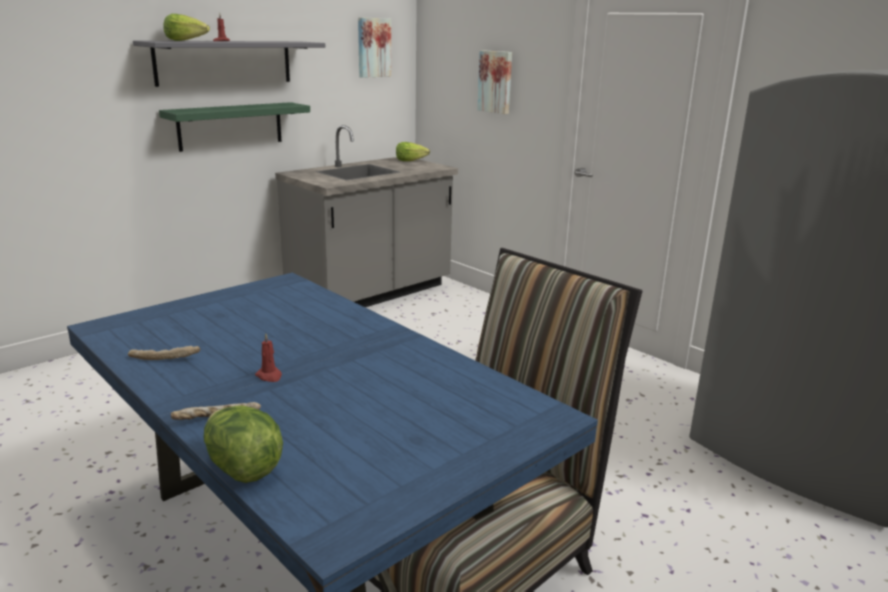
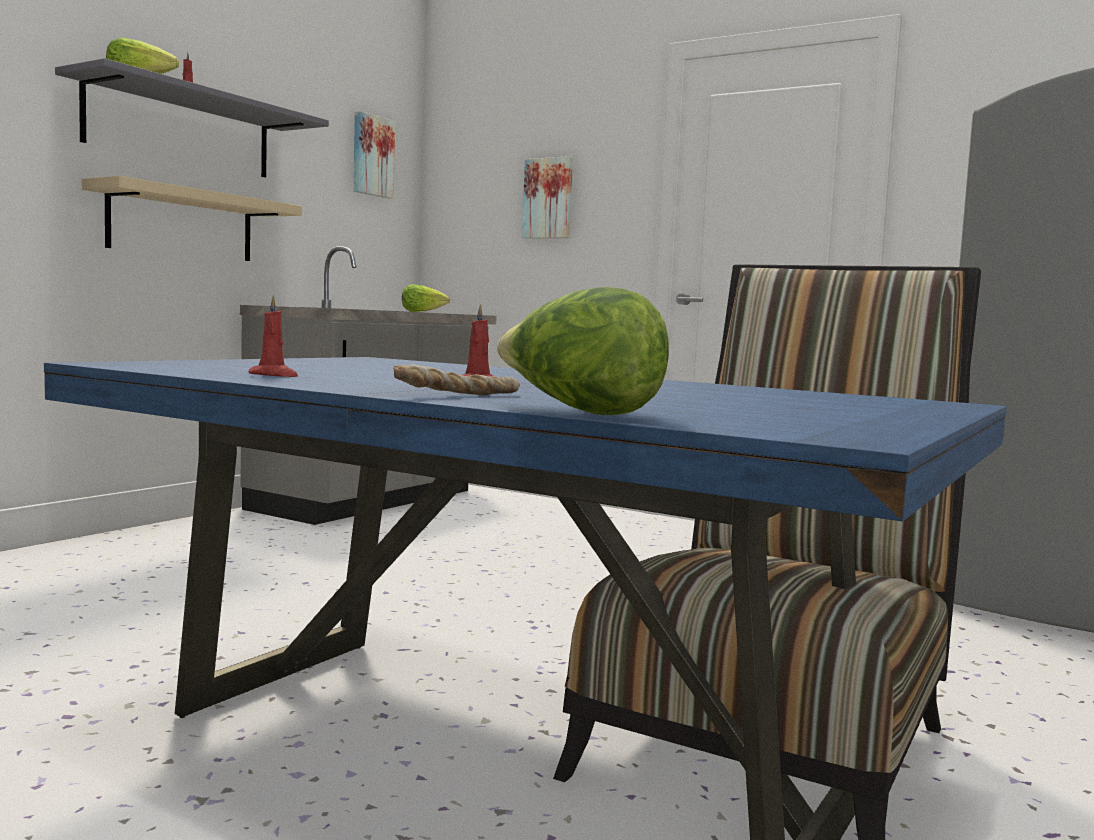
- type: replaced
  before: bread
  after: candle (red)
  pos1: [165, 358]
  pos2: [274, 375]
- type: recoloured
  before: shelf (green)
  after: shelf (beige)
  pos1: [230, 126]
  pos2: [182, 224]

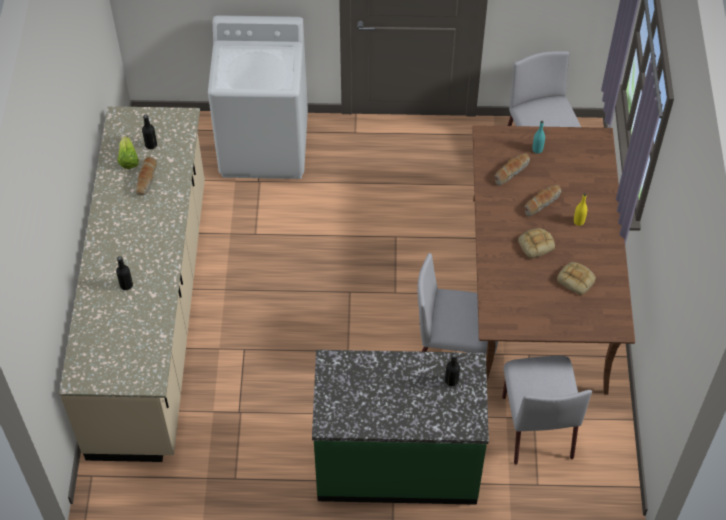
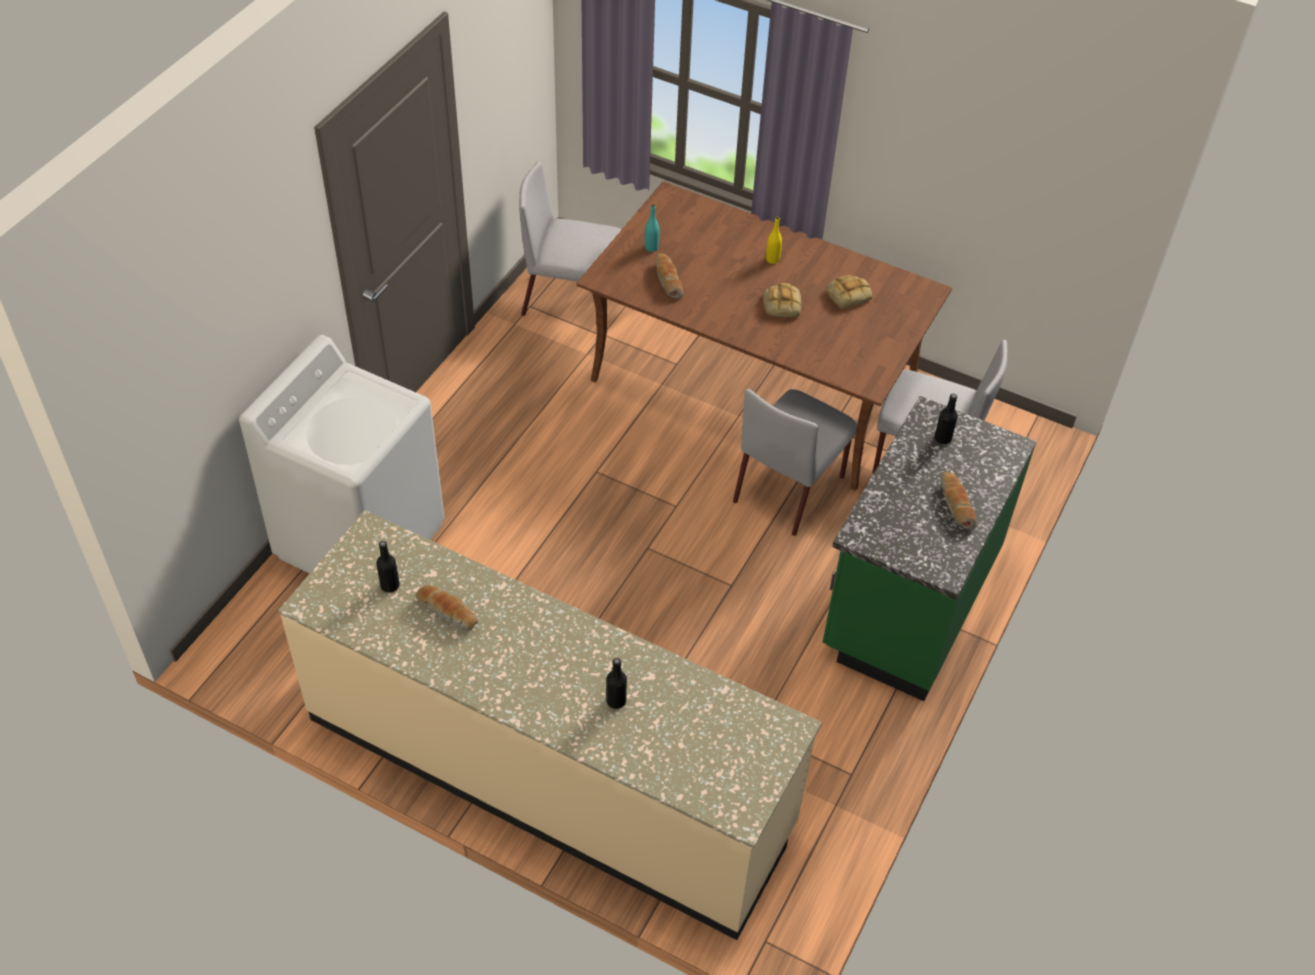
- type: removed
  before: lettuce
  pos1: [128, 159]
- type: moved
  before: bread
  pos1: [541, 203]
  pos2: [955, 505]

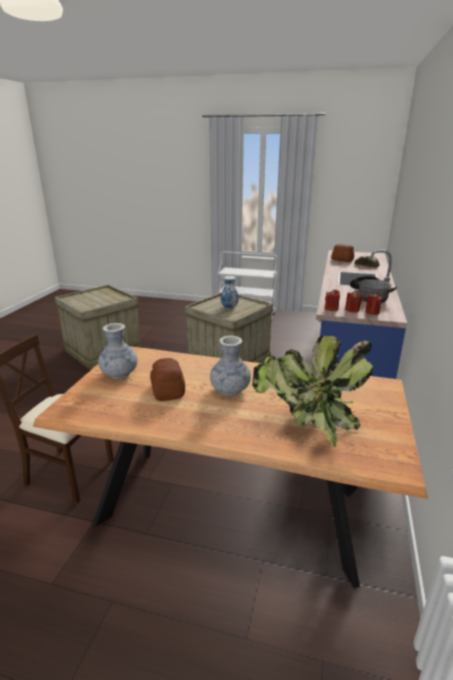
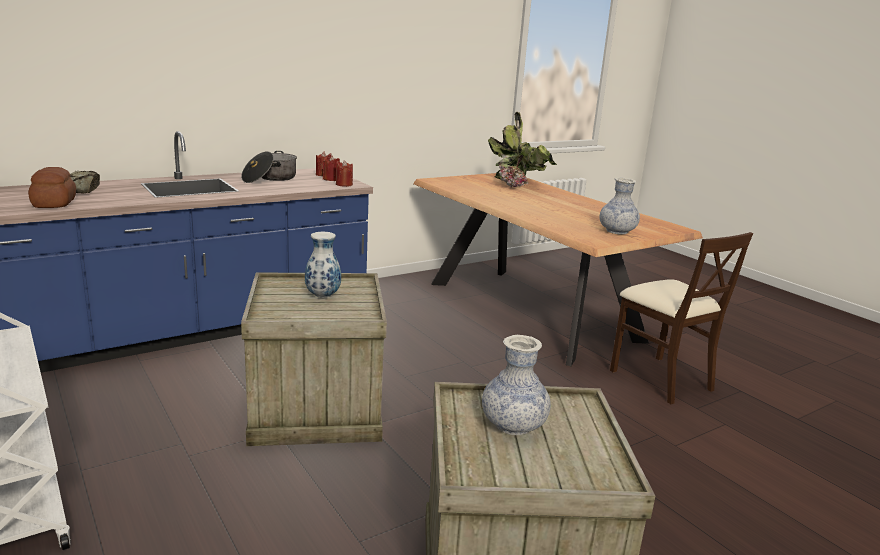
- type: removed
  before: bread
  pos1: [167, 391]
- type: moved
  before: vase
  pos1: [230, 389]
  pos2: [513, 425]

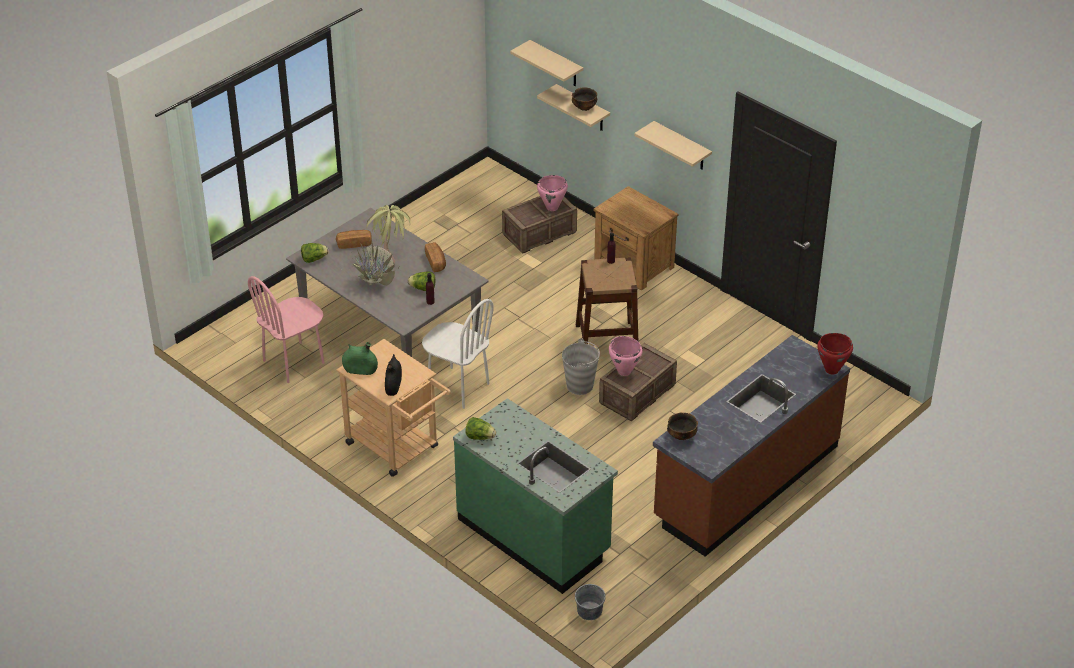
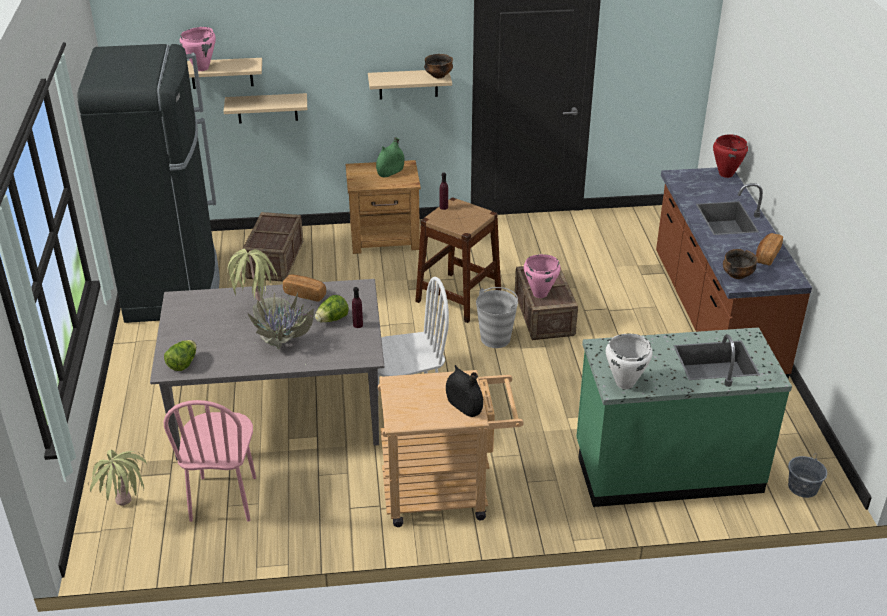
- type: added
  after: fridge (black)
  pos2: [173, 288]
- type: added
  after: potted plant
  pos2: [126, 514]
- type: moved
  before: bread
  pos1: [354, 244]
  pos2: [766, 255]
- type: moved
  before: vase (green)
  pos1: [360, 370]
  pos2: [390, 172]
- type: moved
  before: cooking pot (pink)
  pos1: [552, 207]
  pos2: [202, 68]
- type: moved
  before: bowl
  pos1: [584, 107]
  pos2: [438, 76]
- type: replaced
  before: lettuce
  after: cooking pot (white)
  pos1: [480, 437]
  pos2: [624, 383]

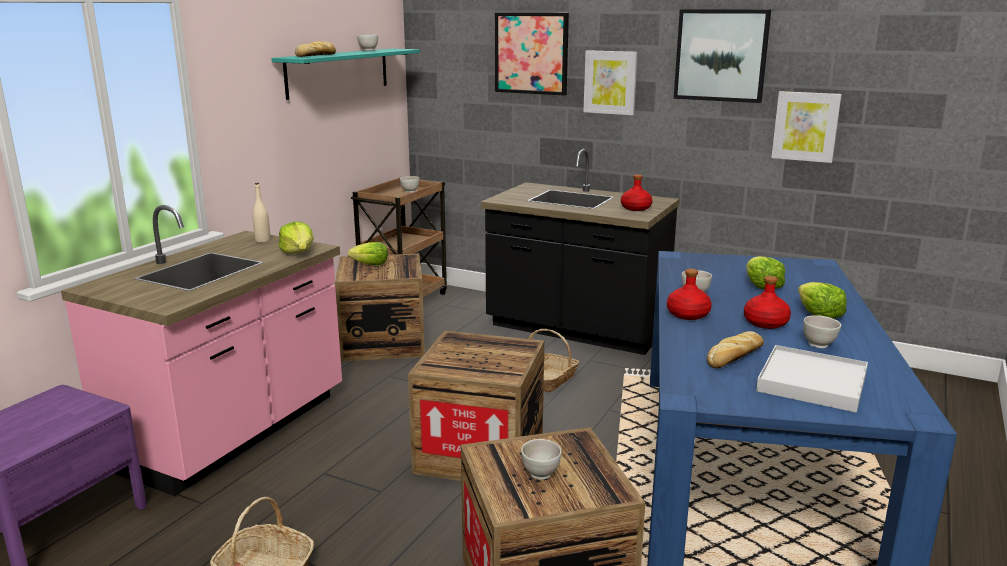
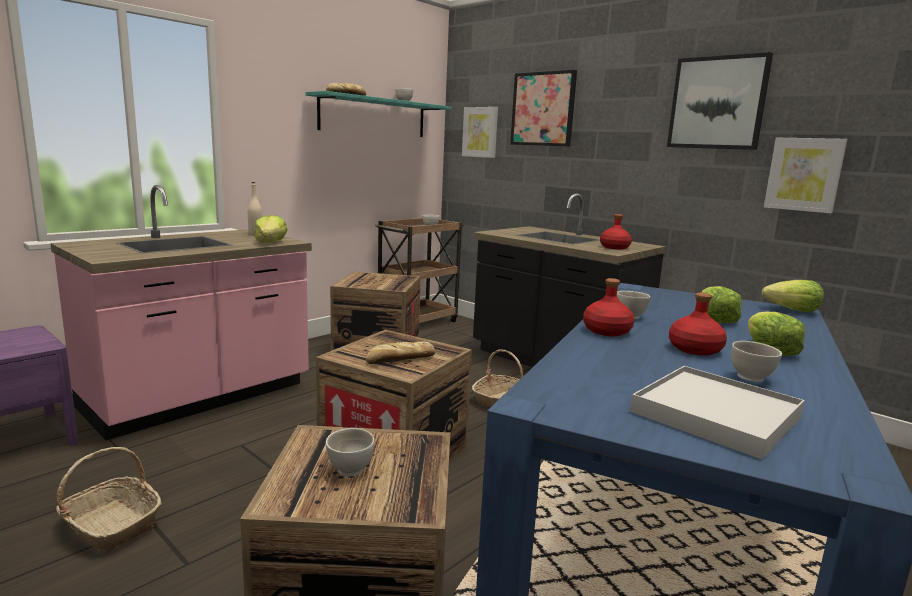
- type: moved
  before: lettuce
  pos1: [370, 264]
  pos2: [792, 310]
- type: moved
  before: picture
  pos1: [610, 82]
  pos2: [480, 132]
- type: moved
  before: bread
  pos1: [734, 357]
  pos2: [400, 359]

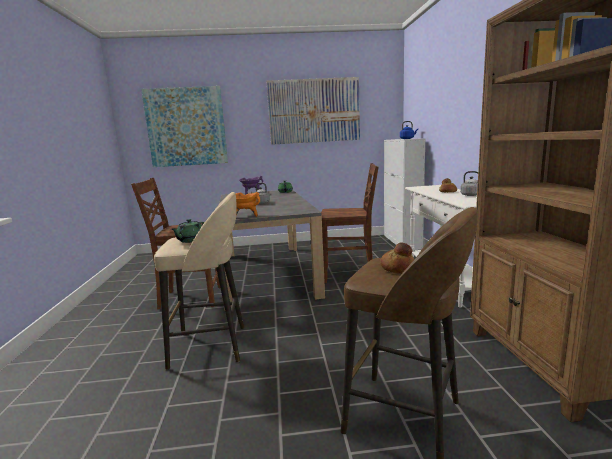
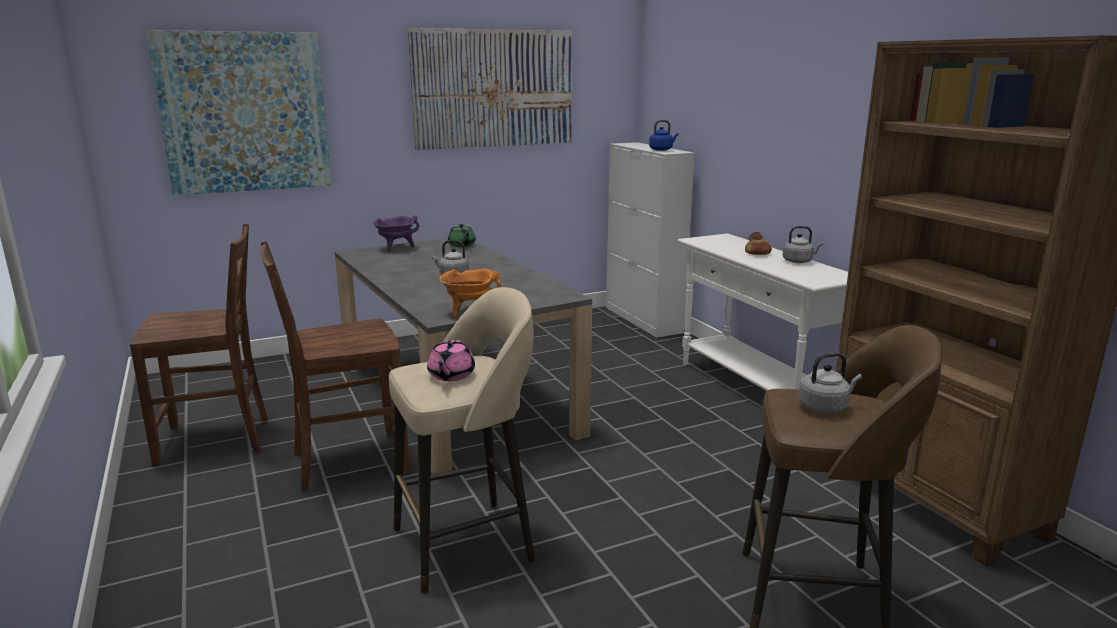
- type: moved
  before: chair (brown)
  pos1: [350, 274]
  pos2: [217, 440]
- type: replaced
  before: bread
  after: kettle (grey)
  pos1: [398, 268]
  pos2: [825, 407]
- type: recoloured
  before: teapot (green)
  after: teapot (pink)
  pos1: [190, 240]
  pos2: [451, 375]

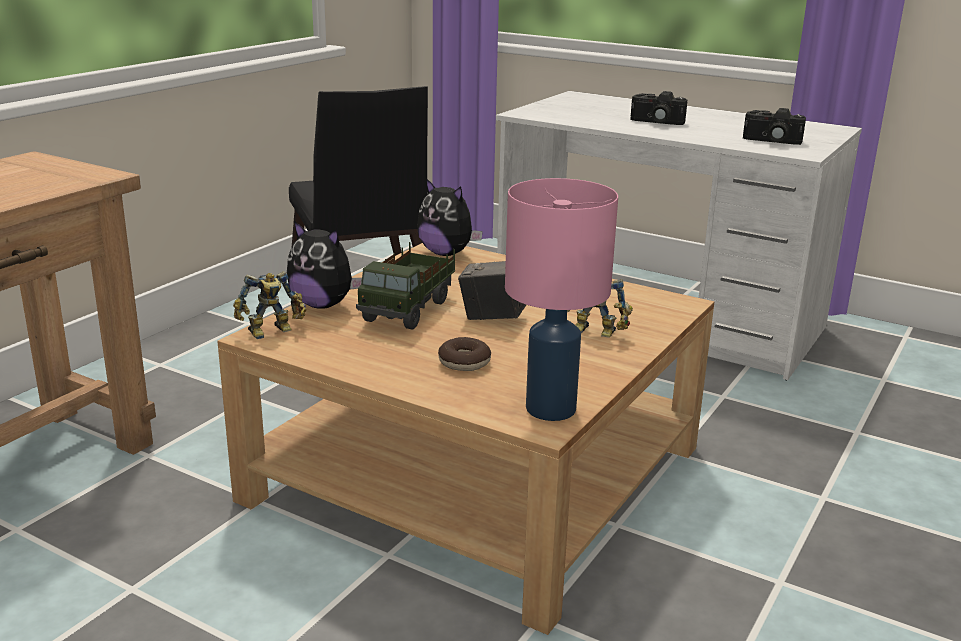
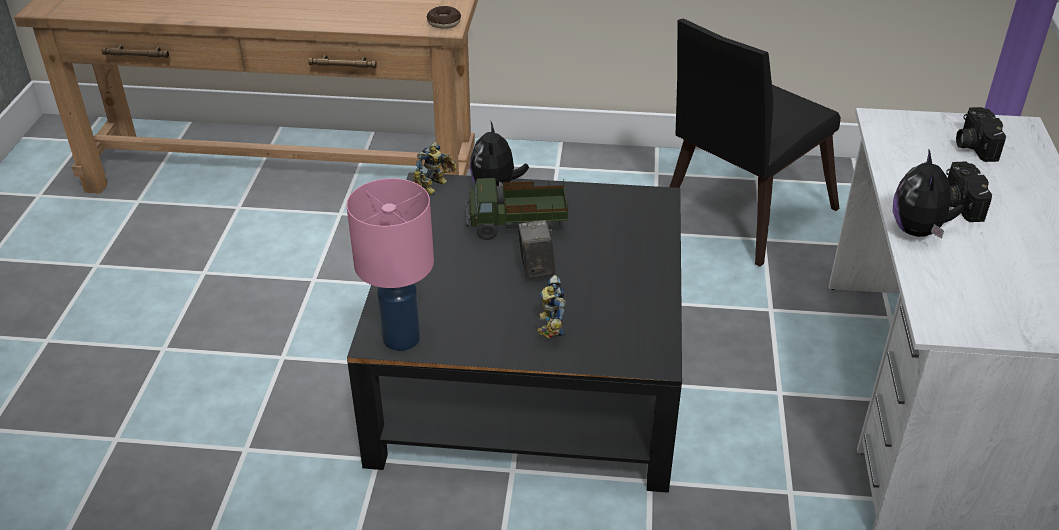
- type: moved
  before: plush toy
  pos1: [446, 253]
  pos2: [918, 231]
- type: moved
  before: donut
  pos1: [464, 362]
  pos2: [444, 23]
- type: moved
  before: photo camera
  pos1: [771, 141]
  pos2: [973, 145]
- type: recoloured
  before: coffee table (beige)
  after: coffee table (black)
  pos1: [477, 473]
  pos2: [529, 373]
- type: turned
  before: toy robot
  pos1: [272, 332]
  pos2: [435, 186]
  turn: -90

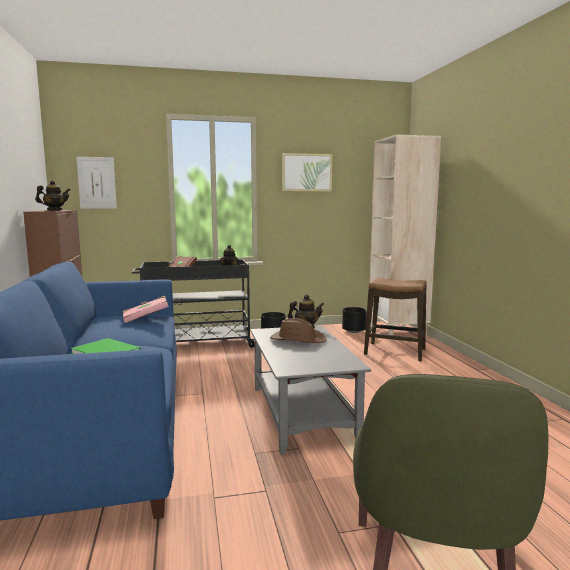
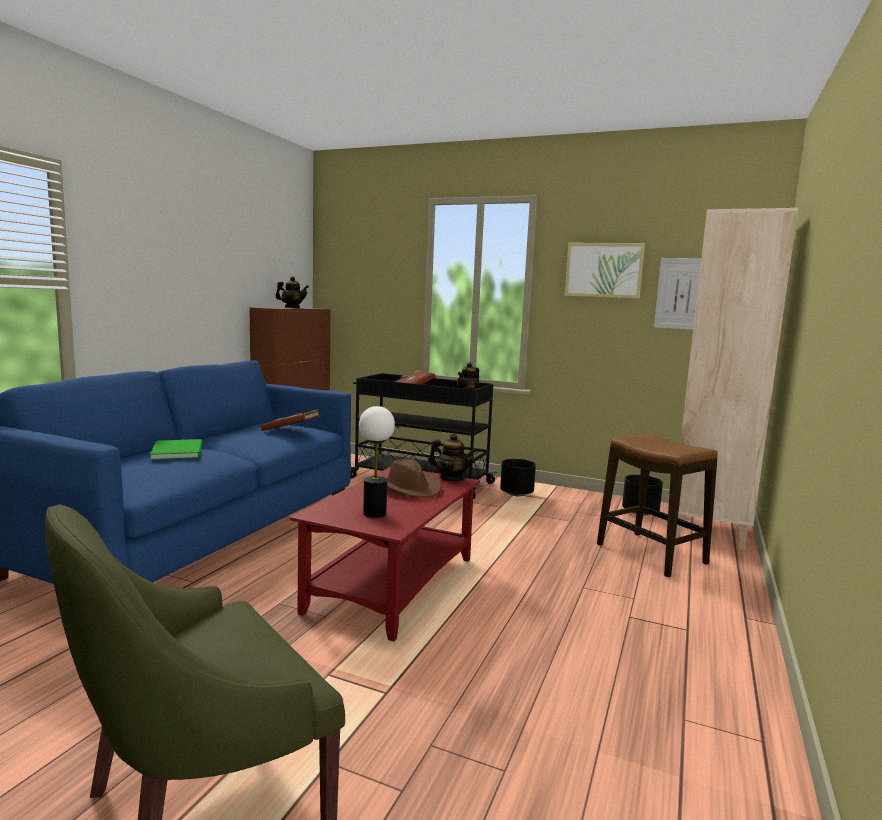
- type: added
  after: table lamp
  pos2: [375, 513]
- type: moved
  before: picture
  pos1: [97, 183]
  pos2: [682, 293]
- type: recoloured
  before: book (pink)
  after: book (brown)
  pos1: [146, 318]
  pos2: [291, 431]
- type: recoloured
  before: coffee table (grey)
  after: coffee table (red)
  pos1: [301, 413]
  pos2: [393, 583]

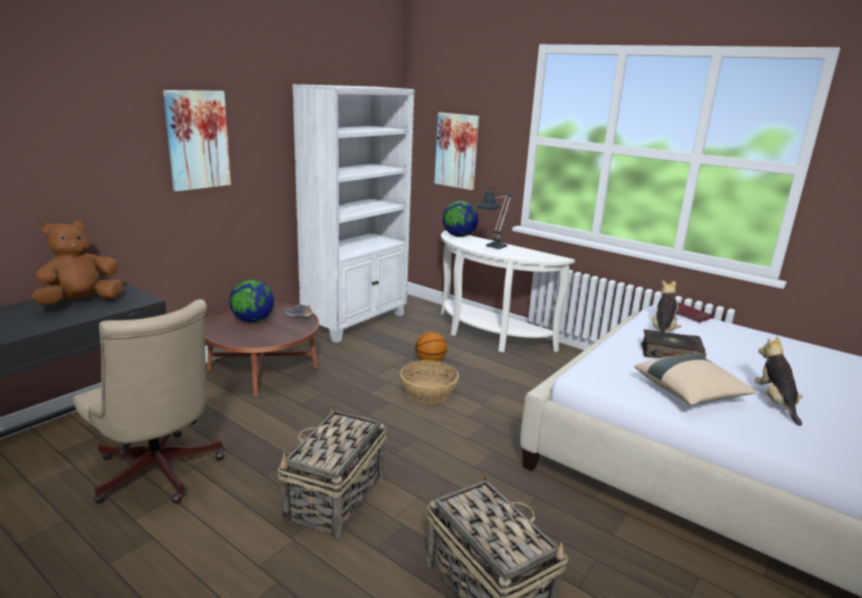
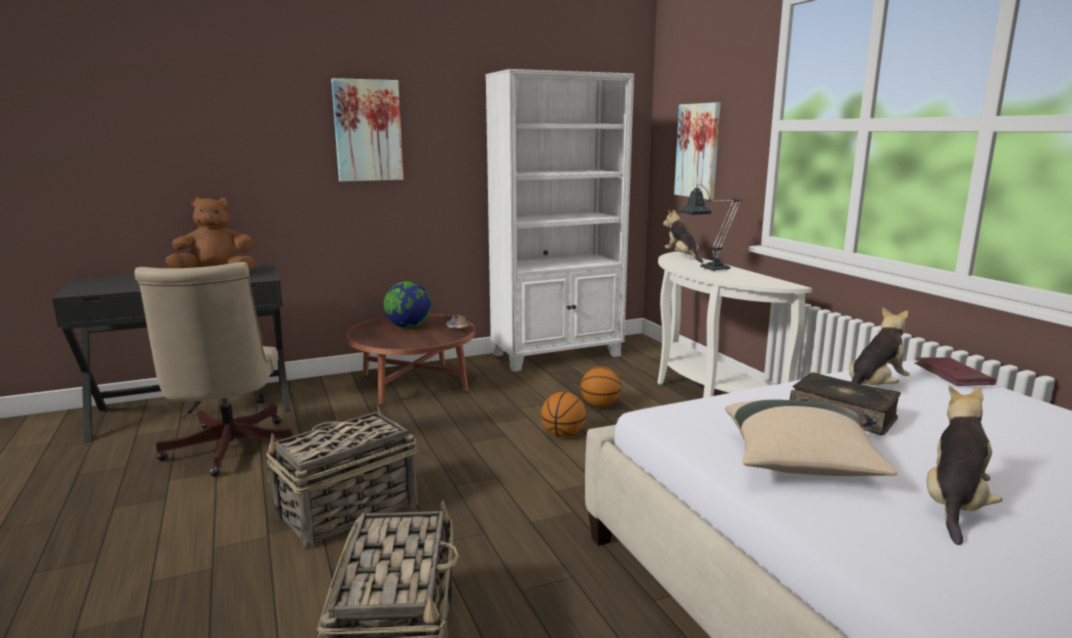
- type: replaced
  before: basket
  after: basketball
  pos1: [428, 392]
  pos2: [563, 435]
- type: replaced
  before: globe
  after: plush toy
  pos1: [459, 236]
  pos2: [682, 257]

